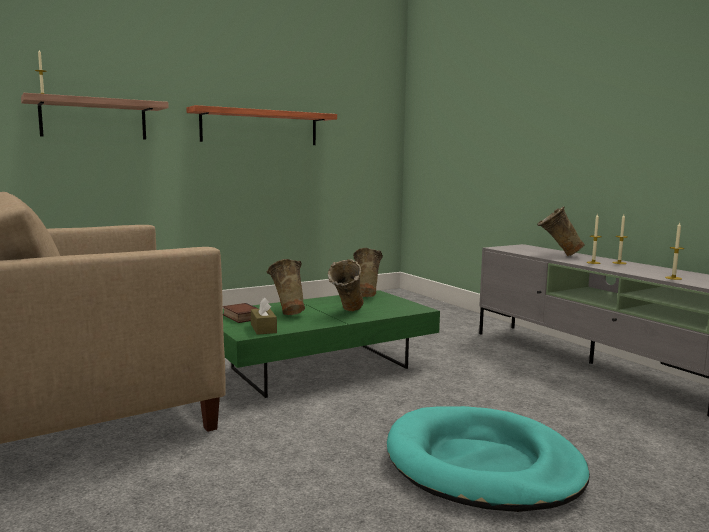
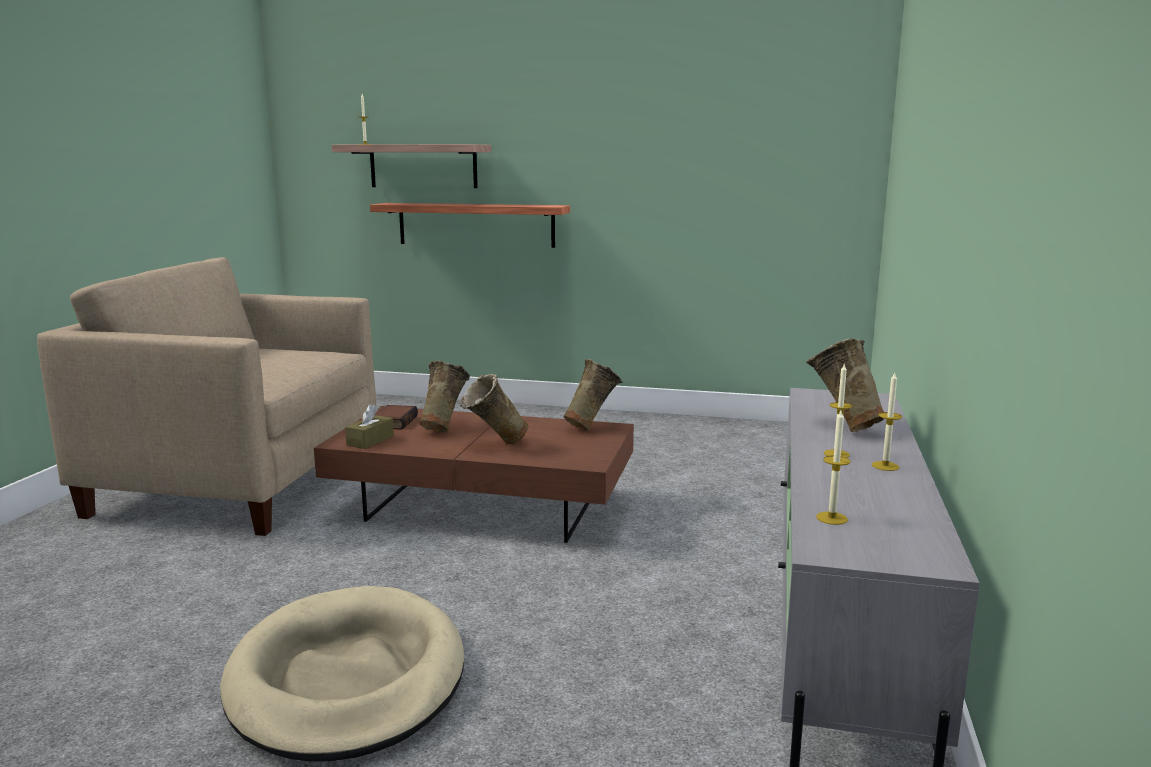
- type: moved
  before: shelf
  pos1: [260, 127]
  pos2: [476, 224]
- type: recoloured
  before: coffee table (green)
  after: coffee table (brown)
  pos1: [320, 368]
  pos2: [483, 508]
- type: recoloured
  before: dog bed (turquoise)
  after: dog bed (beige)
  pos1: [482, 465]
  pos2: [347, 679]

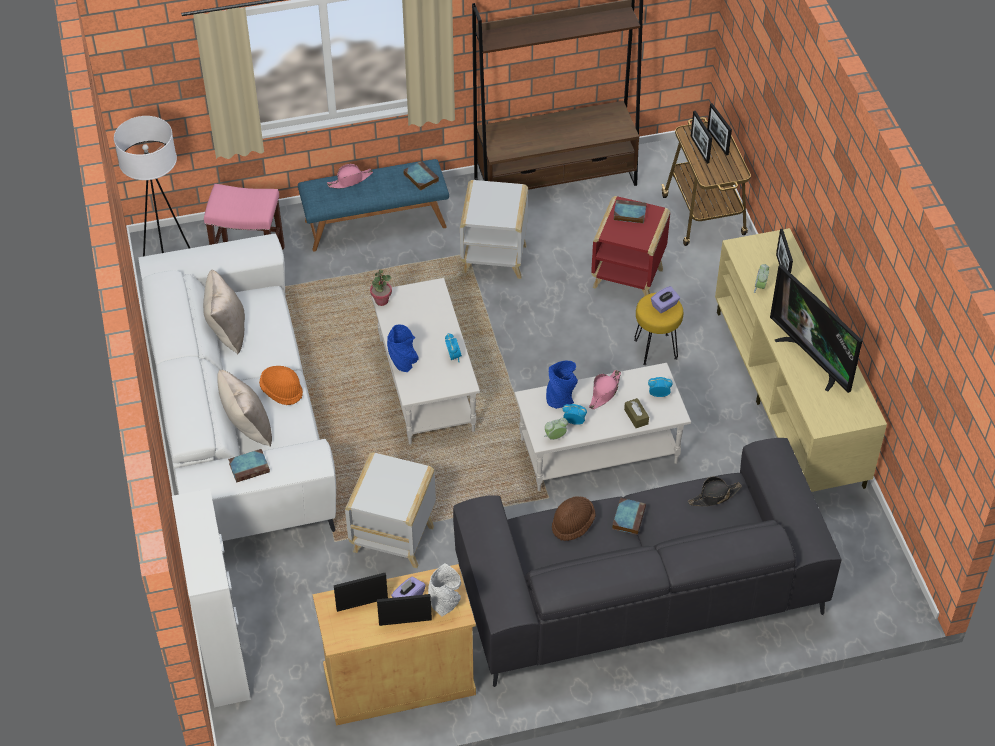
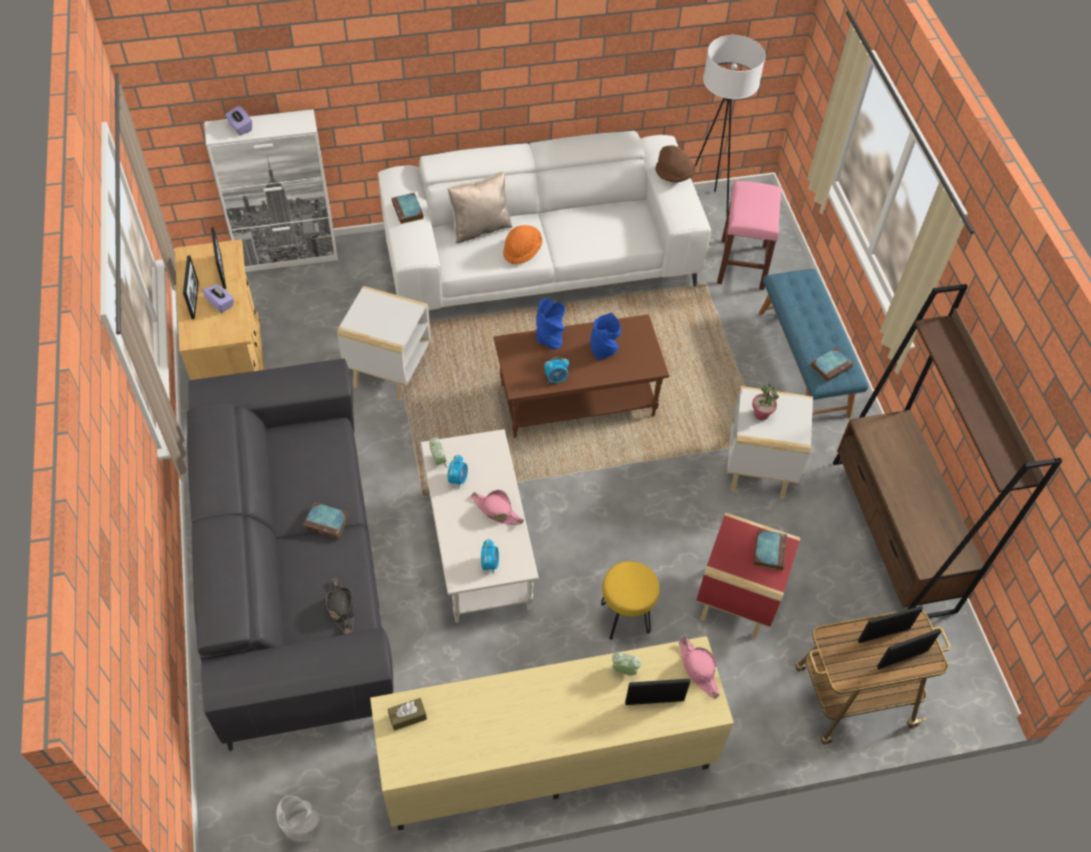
- type: removed
  before: pillow (beige)
  pos1: [227, 331]
- type: removed
  before: television
  pos1: [812, 359]
- type: moved
  before: hat (pink)
  pos1: [350, 180]
  pos2: [698, 670]
- type: moved
  before: potted plant
  pos1: [381, 301]
  pos2: [761, 414]
- type: moved
  before: vase (grey)
  pos1: [445, 603]
  pos2: [301, 827]
- type: moved
  before: vase (blue)
  pos1: [561, 398]
  pos2: [604, 350]
- type: moved
  before: hat (brown)
  pos1: [572, 524]
  pos2: [674, 175]
- type: moved
  before: tissue box (brown)
  pos1: [636, 417]
  pos2: [407, 716]
- type: moved
  before: tissue box (purple)
  pos1: [664, 305]
  pos2: [240, 127]
- type: recoloured
  before: coffee table (white)
  after: coffee table (brown)
  pos1: [425, 385]
  pos2: [577, 399]

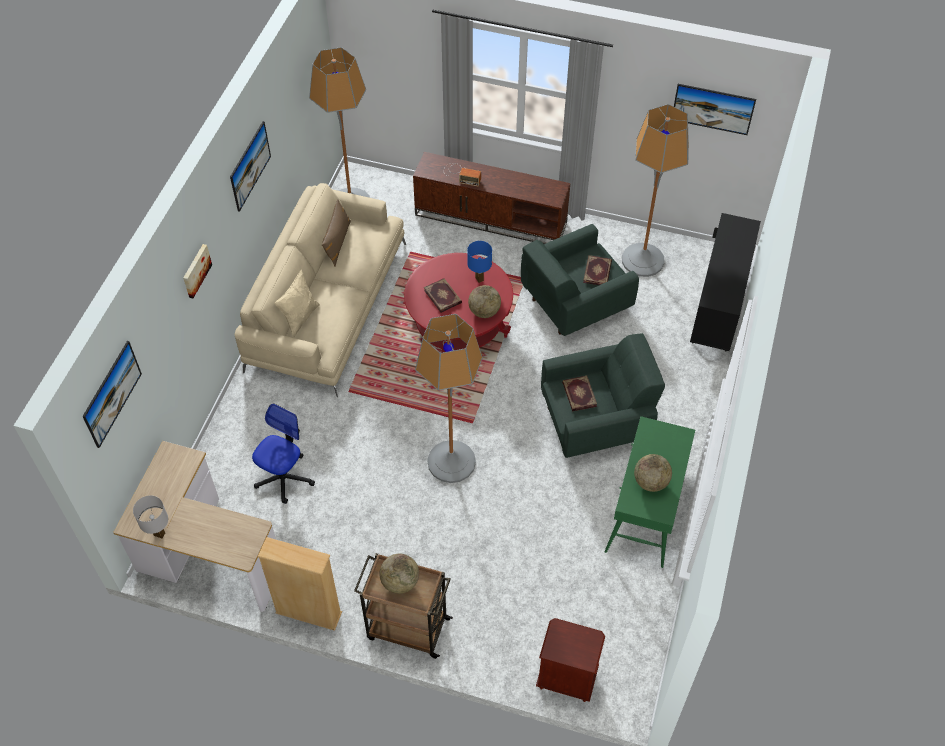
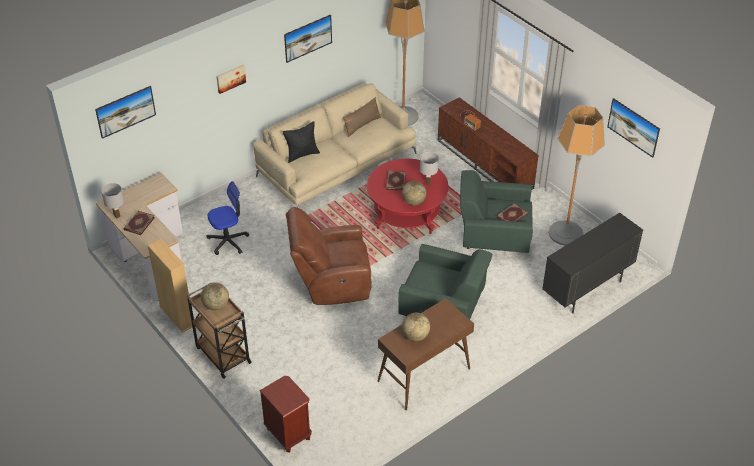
- type: moved
  before: book
  pos1: [578, 394]
  pos2: [139, 223]
- type: replaced
  before: floor lamp
  after: armchair (brown)
  pos1: [451, 462]
  pos2: [331, 283]
- type: recoloured
  before: pillow (beige)
  after: pillow (black)
  pos1: [300, 318]
  pos2: [302, 154]
- type: recoloured
  before: table lamp (blue)
  after: table lamp (white)
  pos1: [479, 279]
  pos2: [428, 183]
- type: recoloured
  before: console table (green)
  after: console table (brown)
  pos1: [645, 515]
  pos2: [423, 375]

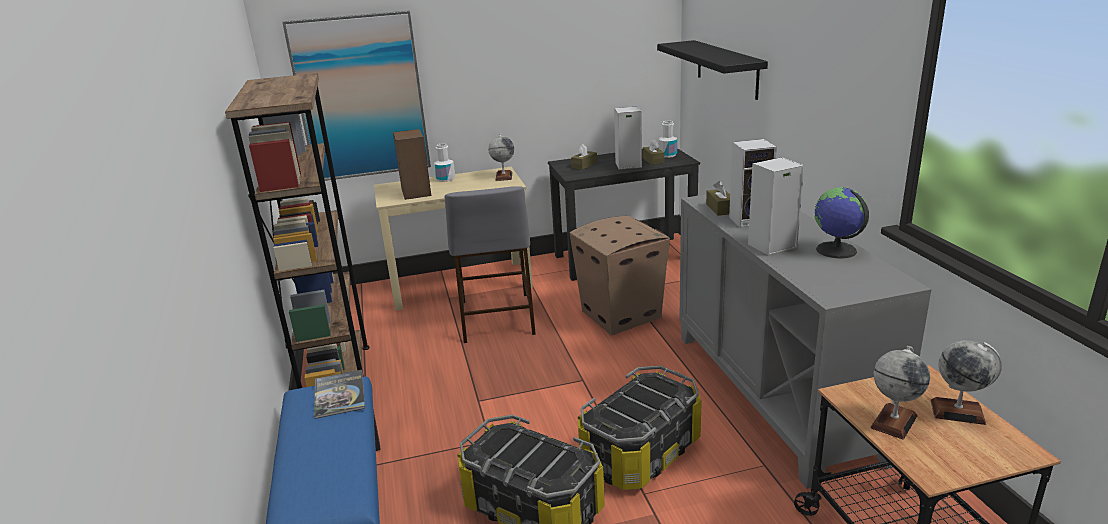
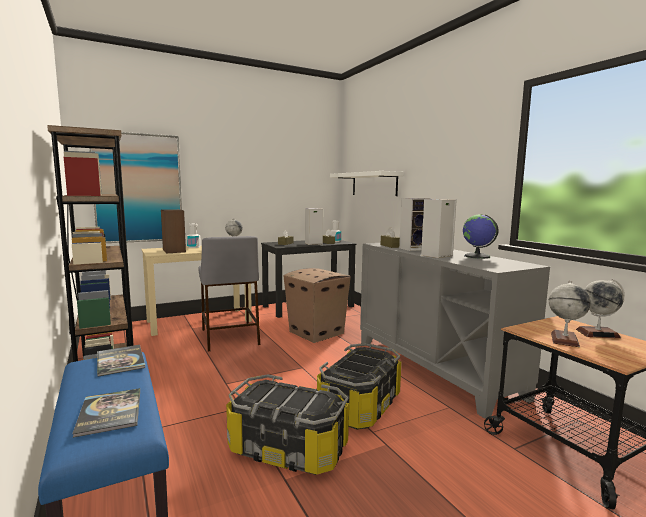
- type: added
  after: book
  pos2: [110, 412]
- type: recoloured
  before: shelf (black)
  after: shelf (white)
  pos1: [727, 68]
  pos2: [374, 184]

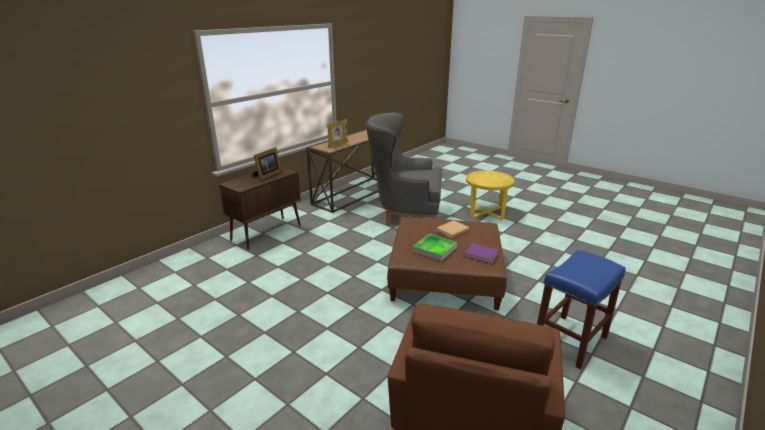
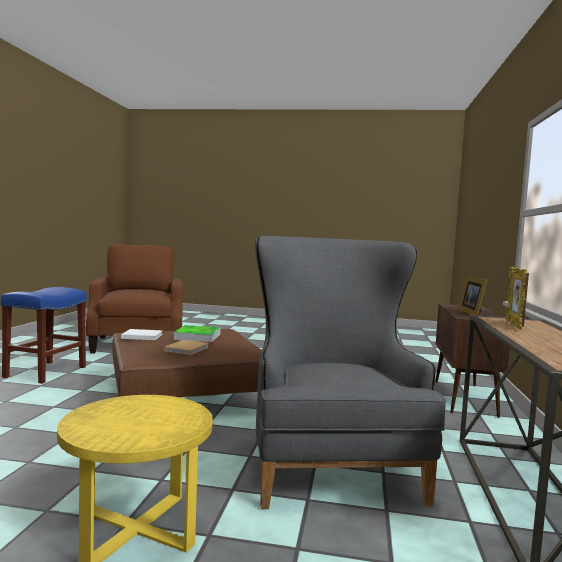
- type: recoloured
  before: book (purple)
  after: book (white)
  pos1: [482, 254]
  pos2: [141, 336]
- type: turned
  before: armchair (grey)
  pos1: [405, 215]
  pos2: [331, 465]
  turn: -75

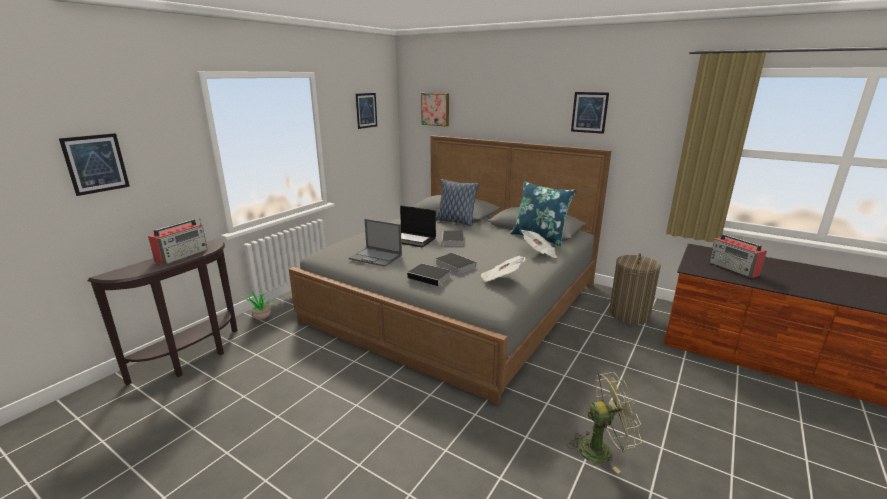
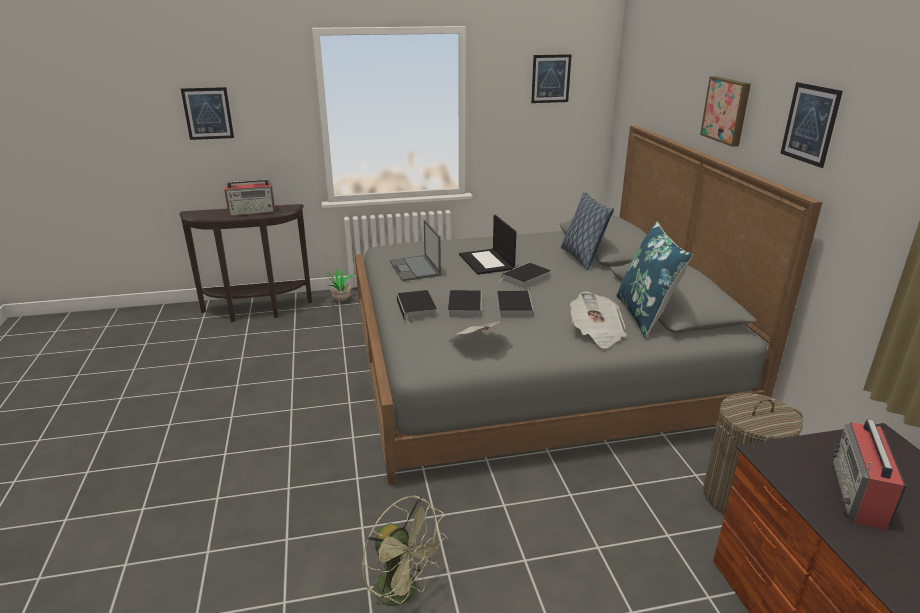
- type: added
  after: book
  pos2: [513, 307]
- type: moved
  before: picture
  pos1: [435, 109]
  pos2: [727, 110]

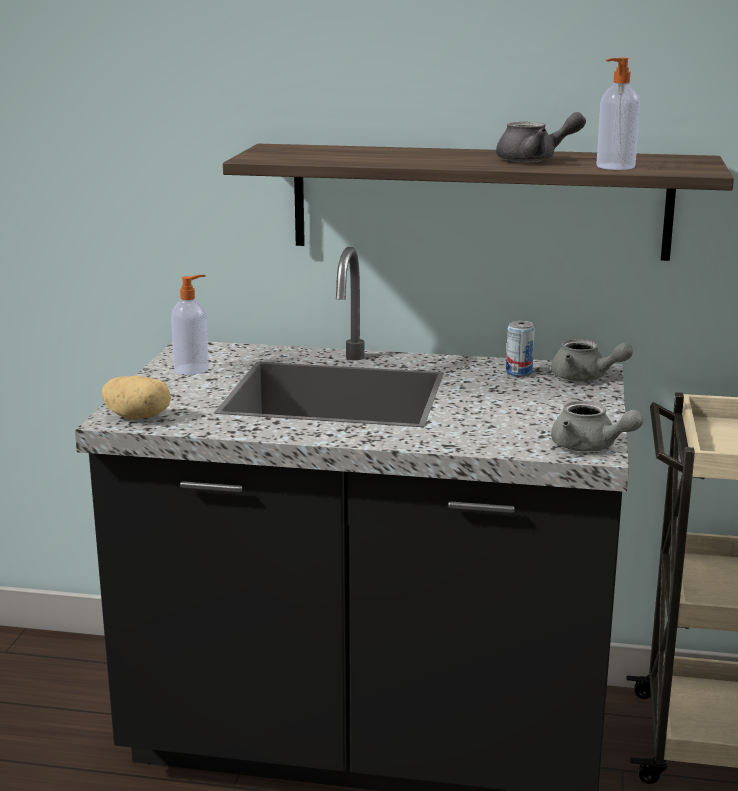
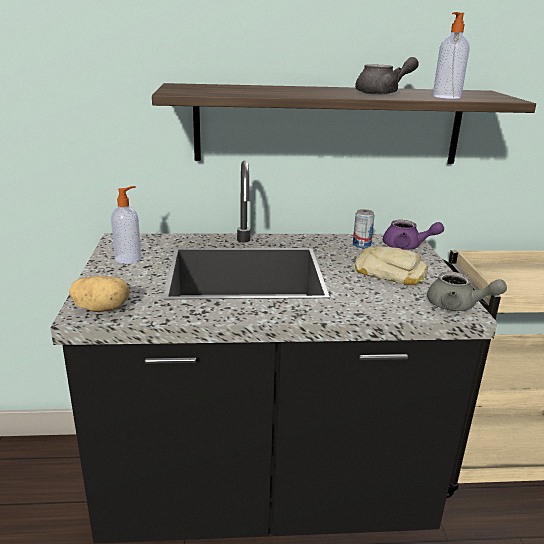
- type: added
  after: bread
  pos2: [390, 273]
- type: recoloured
  before: teapot (grey)
  after: teapot (purple)
  pos1: [585, 378]
  pos2: [407, 246]

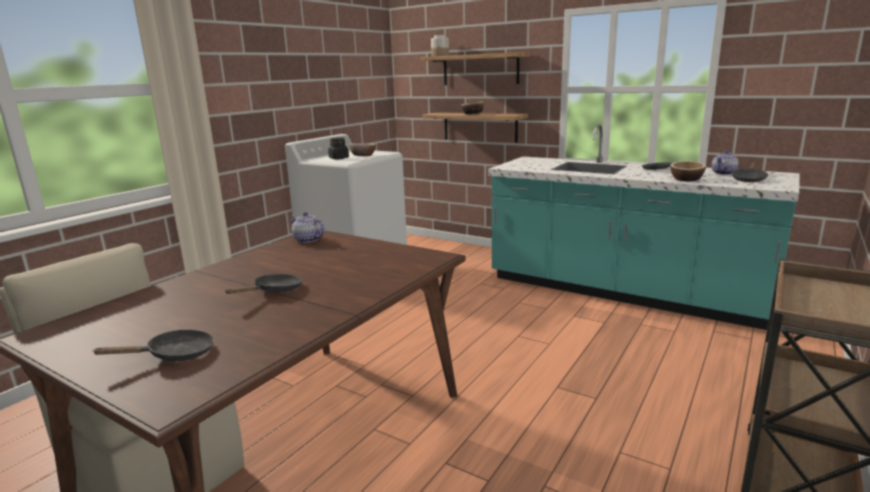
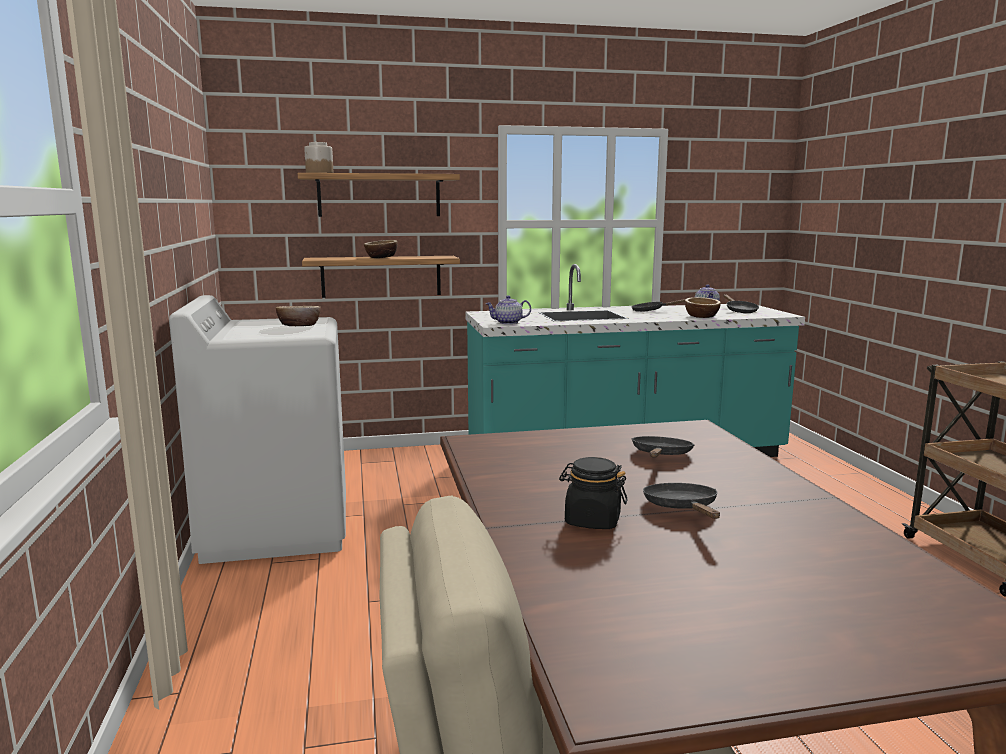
- type: moved
  before: frying pan (black)
  pos1: [174, 355]
  pos2: [661, 456]
- type: moved
  before: teapot
  pos1: [307, 240]
  pos2: [508, 322]
- type: moved
  before: jar (black)
  pos1: [338, 158]
  pos2: [592, 520]

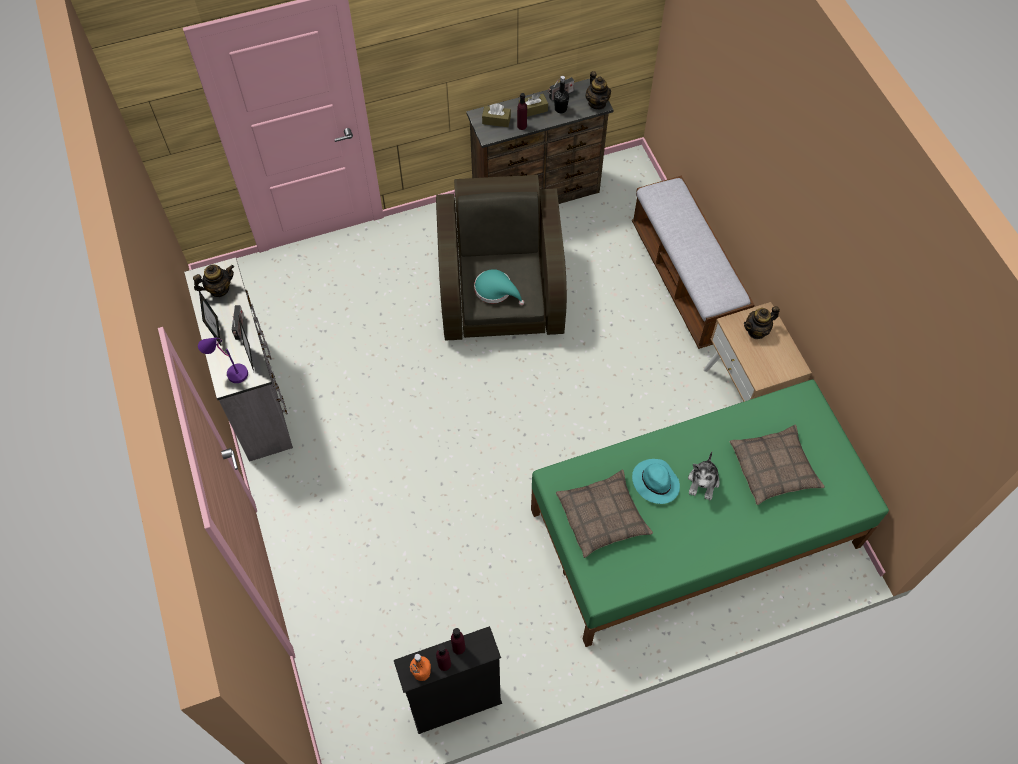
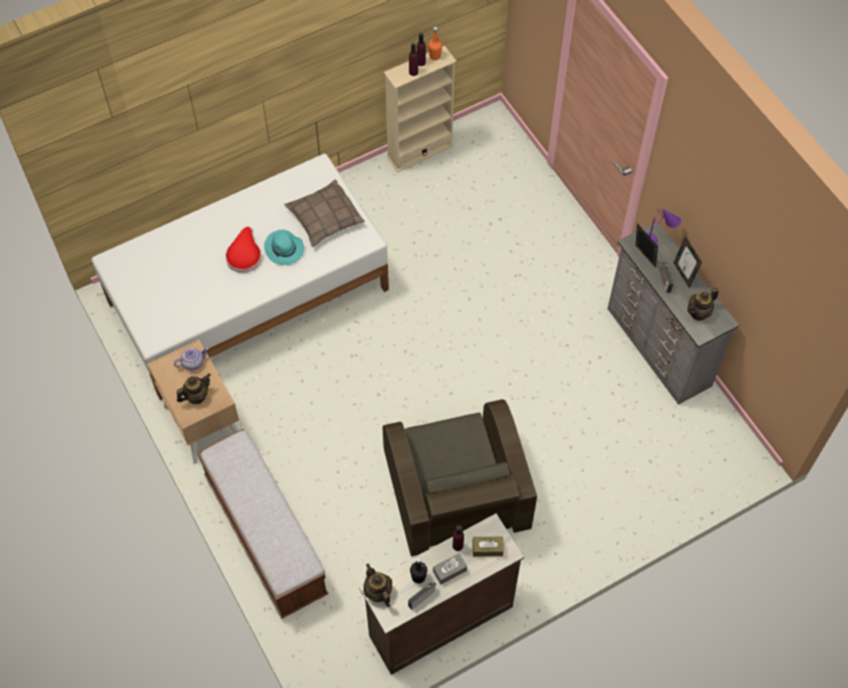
- type: removed
  before: hat (turquoise)
  pos1: [496, 290]
- type: removed
  before: pillow
  pos1: [774, 468]
- type: added
  after: teapot
  pos2: [193, 362]
- type: replaced
  before: plush toy
  after: hat (red)
  pos1: [703, 482]
  pos2: [244, 255]
- type: recoloured
  before: bookcase (black)
  after: bookcase (beige)
  pos1: [456, 705]
  pos2: [420, 151]
- type: recoloured
  before: tissue box (brown)
  after: tissue box (grey)
  pos1: [533, 109]
  pos2: [449, 571]
- type: recoloured
  before: bed (green)
  after: bed (white)
  pos1: [695, 529]
  pos2: [247, 295]

